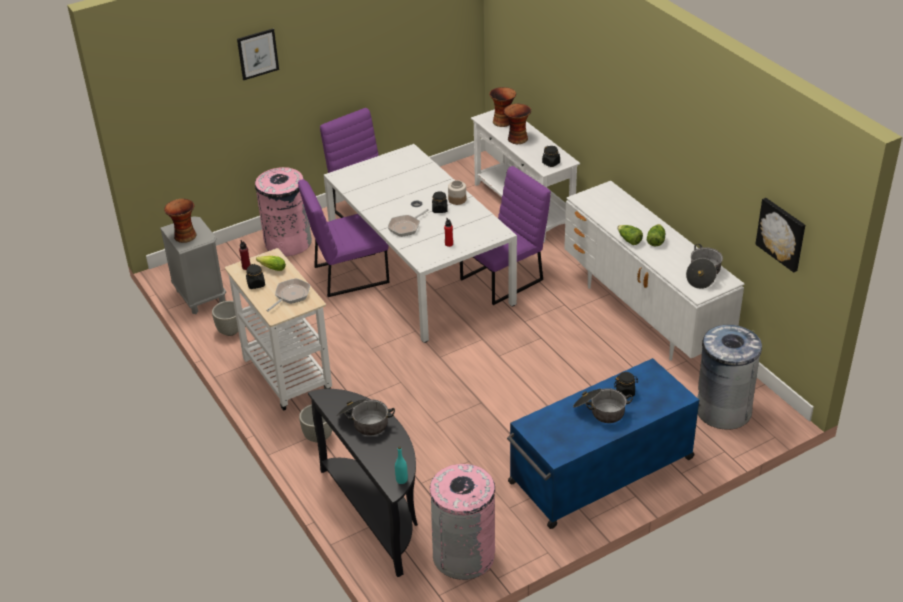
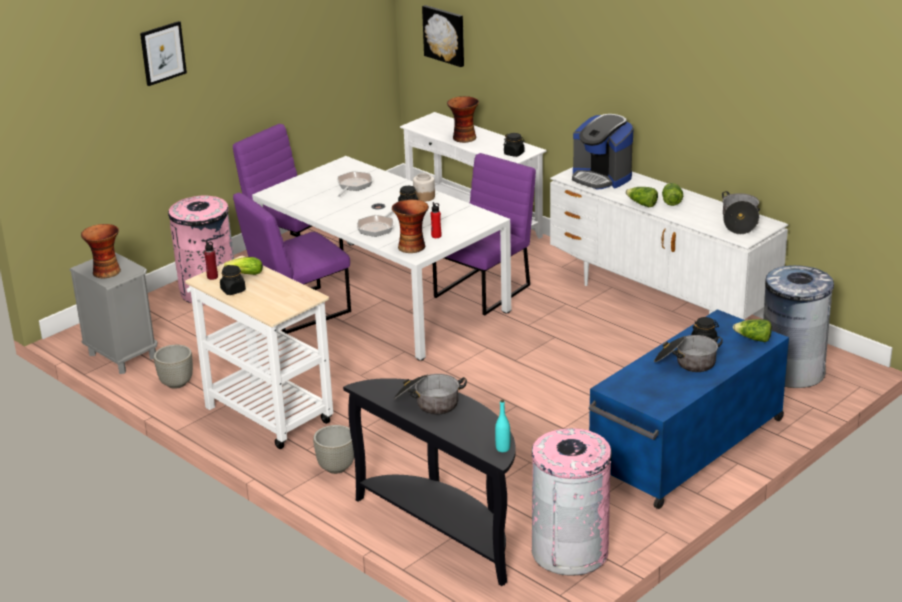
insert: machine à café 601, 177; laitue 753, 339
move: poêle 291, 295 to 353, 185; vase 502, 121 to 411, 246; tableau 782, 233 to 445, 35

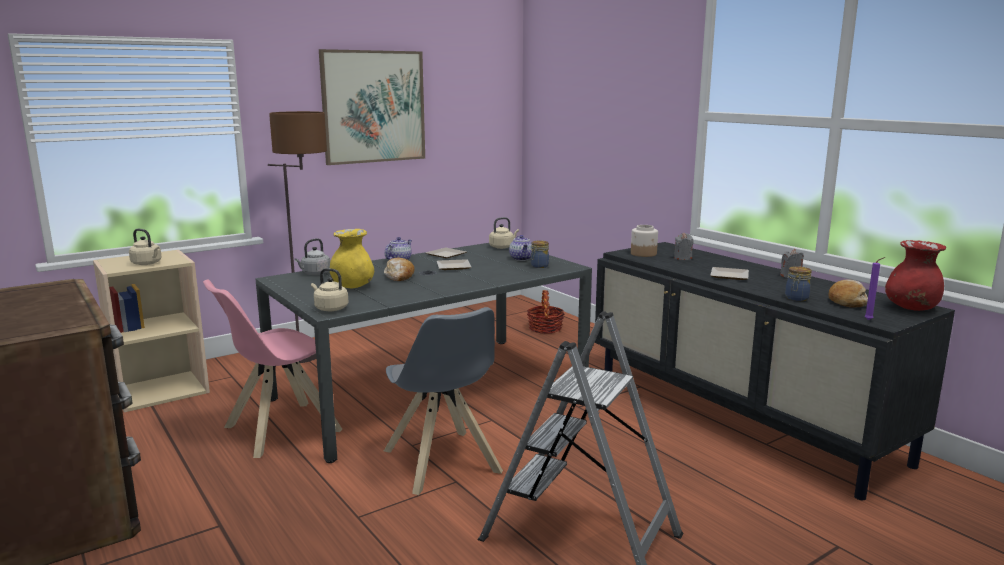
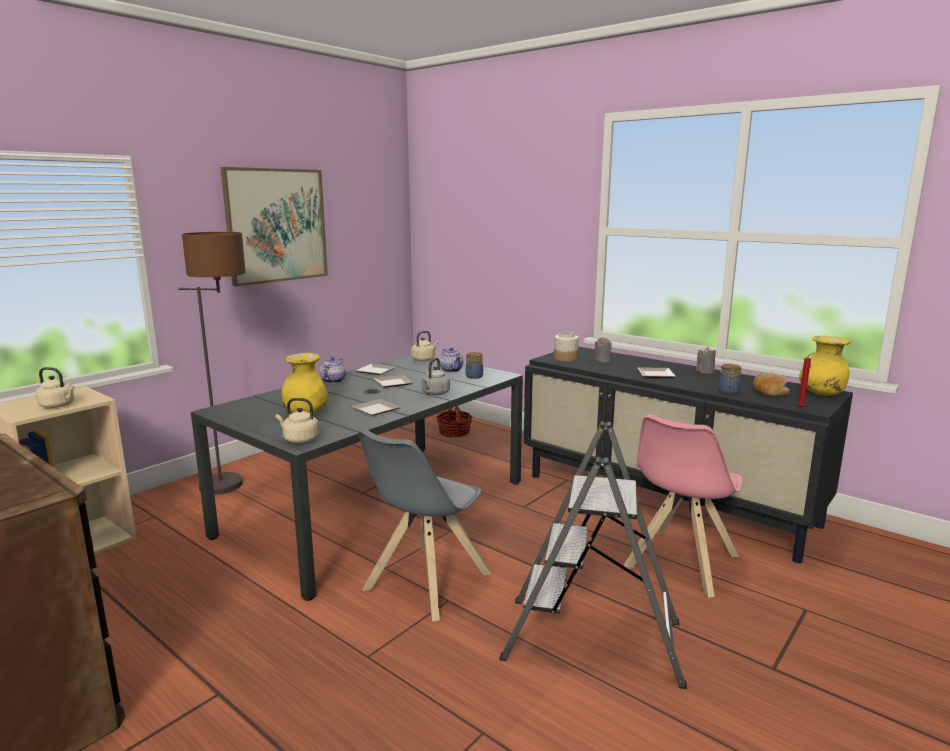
delete: pain 399, 276
insert: assiette 374, 410
move: bouilloire/gris 314, 274 to 435, 393; chaise/rose 279, 430 to 680, 563
recolor: bougie/violet 870, 320 to bougie/rouge 802, 407; vase/rouge 911, 308 to vase/jaune 822, 394
rotate: chaise/gris 442, 463 = 425, 583 75 degrees clockwise

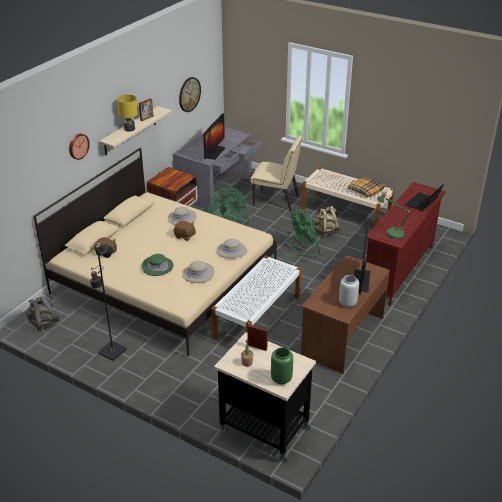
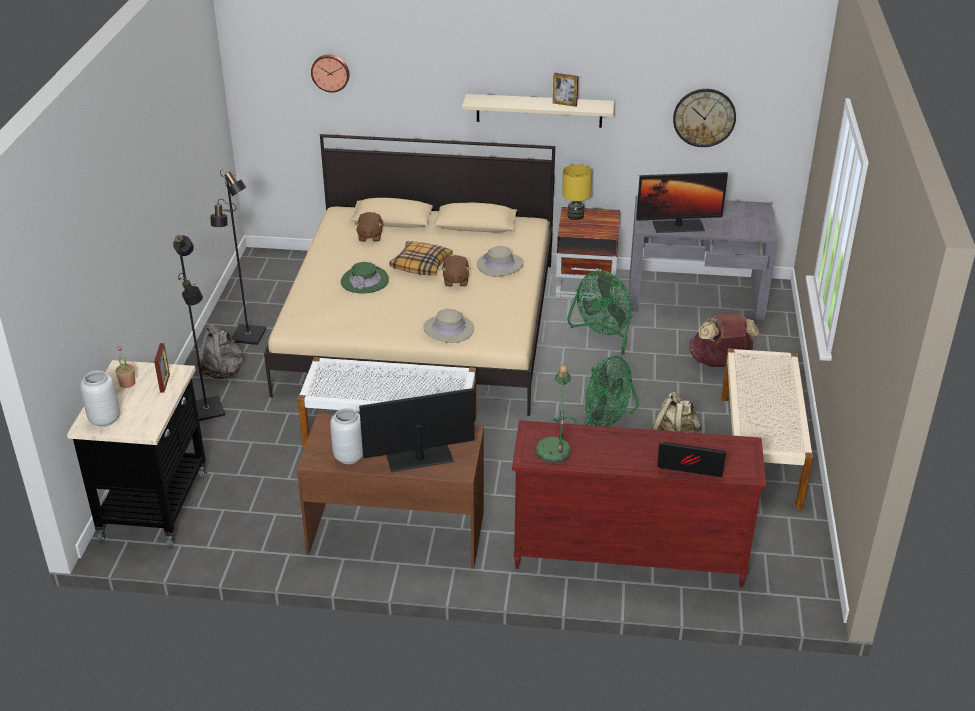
delete: chapeau/beige 198, 273
insert: lampadaire/noir 206, 410
move: sac à dos/gris 43, 323 to 223, 371; horloge murale 78, 146 to 330, 72; coussin 365, 190 to 421, 264; lampe de table/jaune 129, 129 to 575, 216
replace: chaise/beige 275, 200 to sac à dos/marron 719, 363
recolor: vase/vert 281, 378 to vase/gris 105, 419

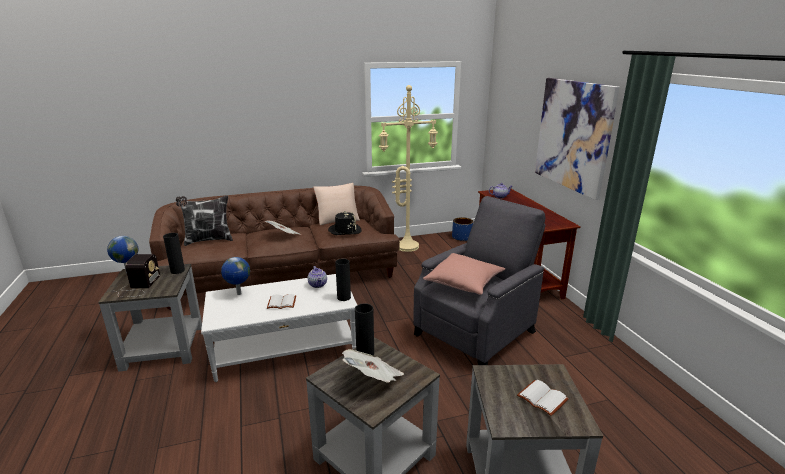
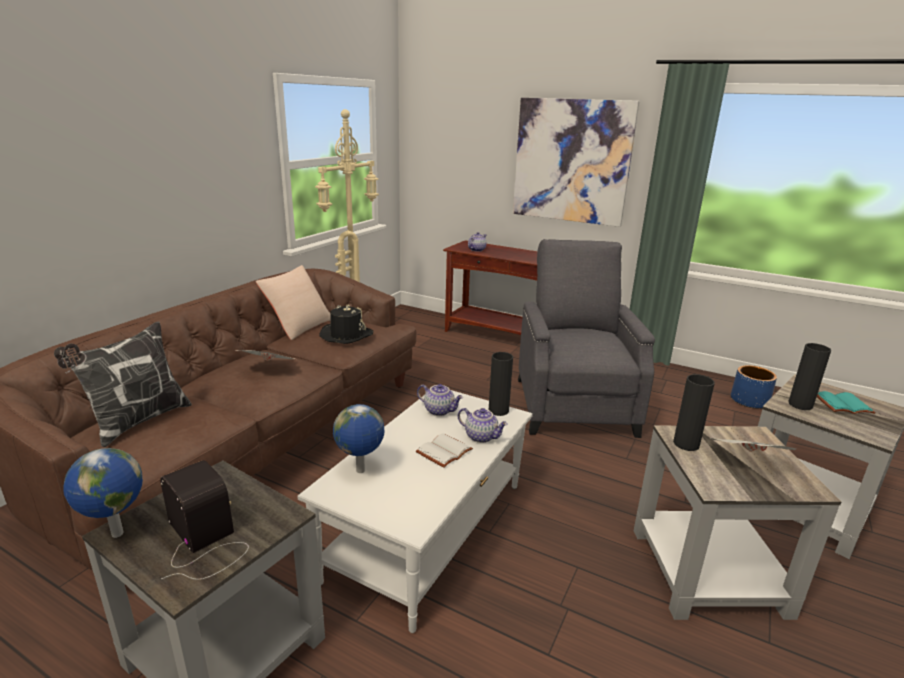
delete: coussin/rose 464, 283
insert: théière 481, 436
move: cache-pot/bleu 462, 237 to 749, 401; vase/noir 177, 271 to 800, 405
recolor: livre/blanc 541, 398 to livre/turquoise 843, 405

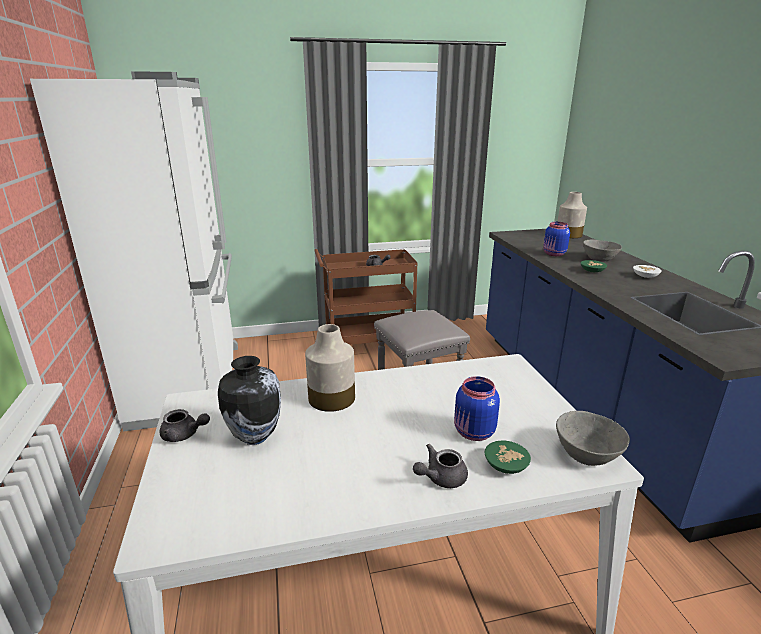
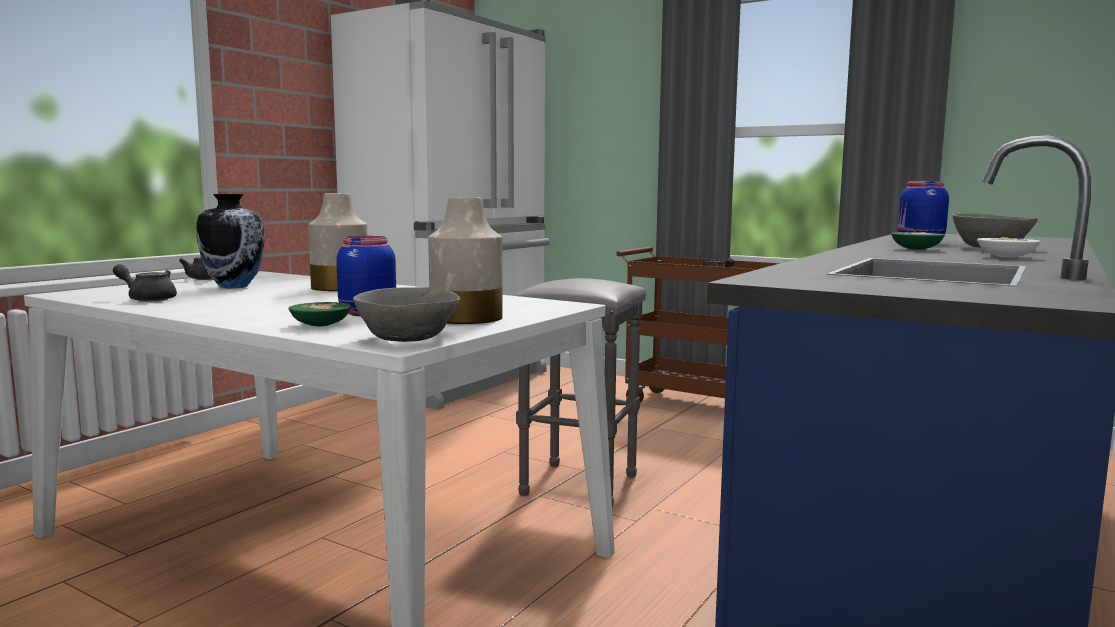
move: théière/gris 440, 478 to 148, 299; vase/beige 569, 235 to 466, 317

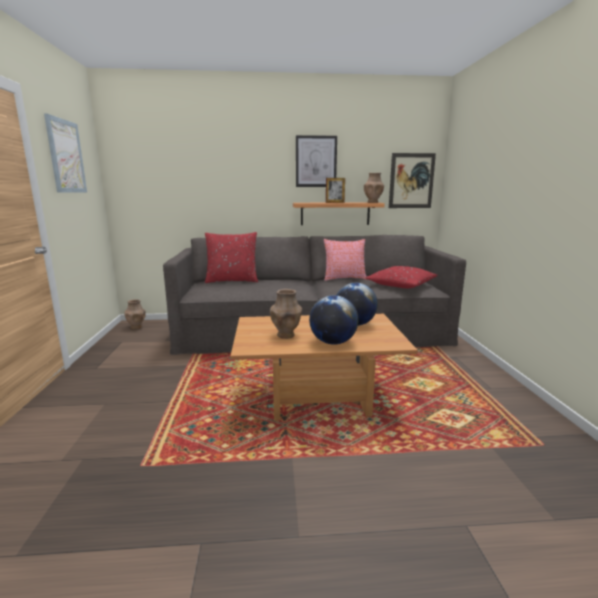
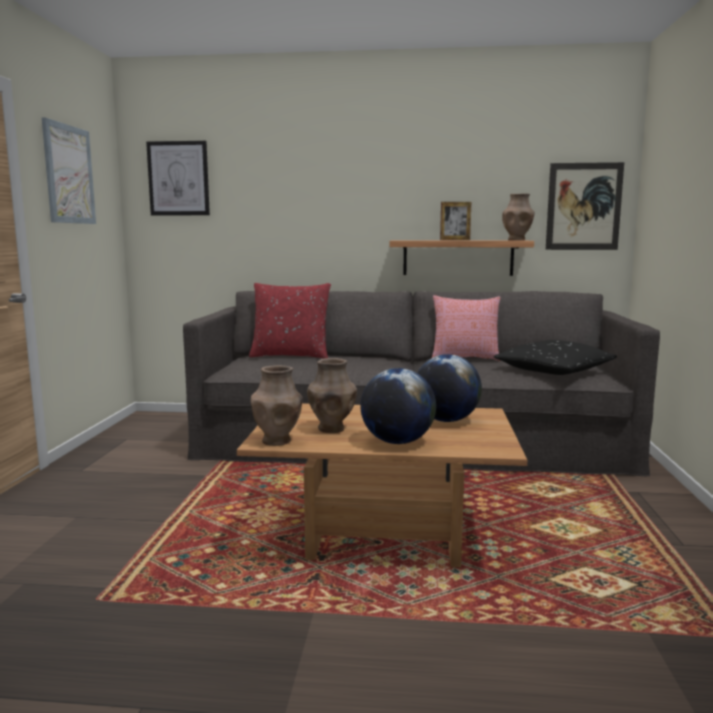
move: tableau 316, 161 to 178, 178; vase/marron 136, 327 to 277, 441
recolor: coussin/rouge 401, 285 to coussin/noir 553, 370

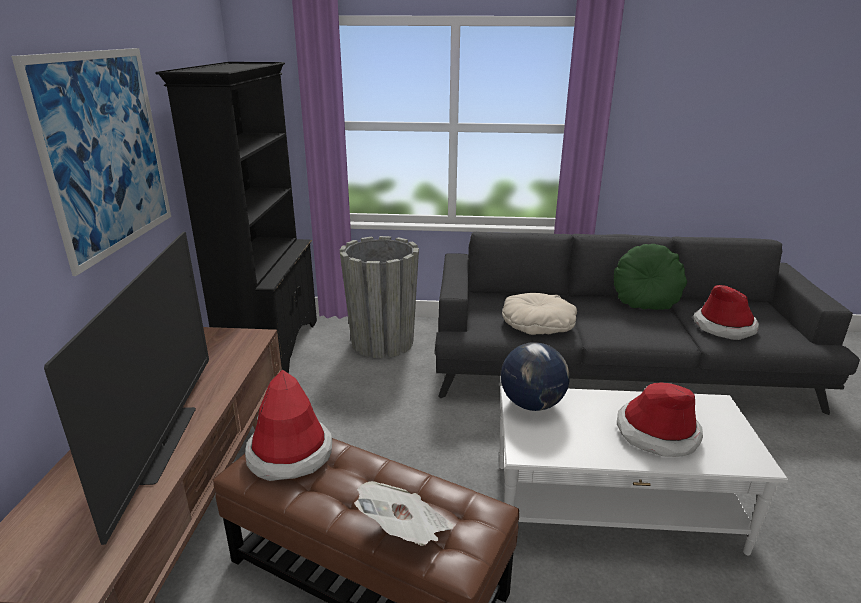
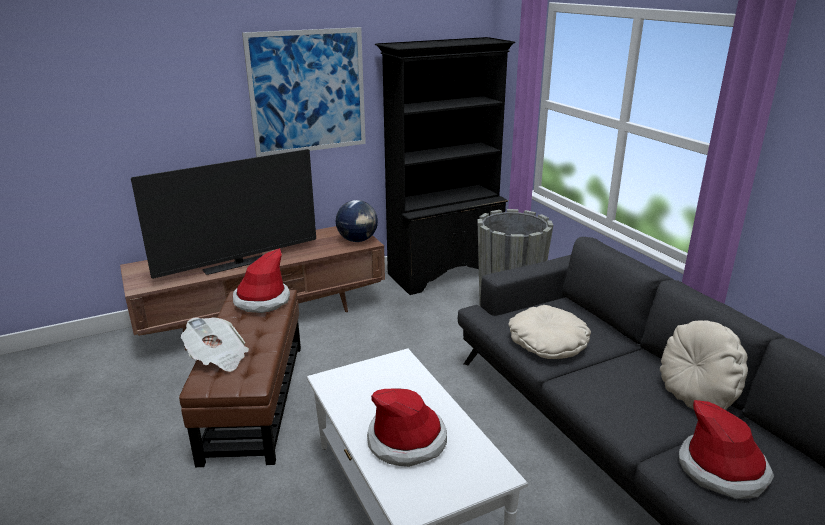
move: globe 532, 404 to 357, 240
recolor: coussin/vert 644, 305 to coussin/beige 694, 399

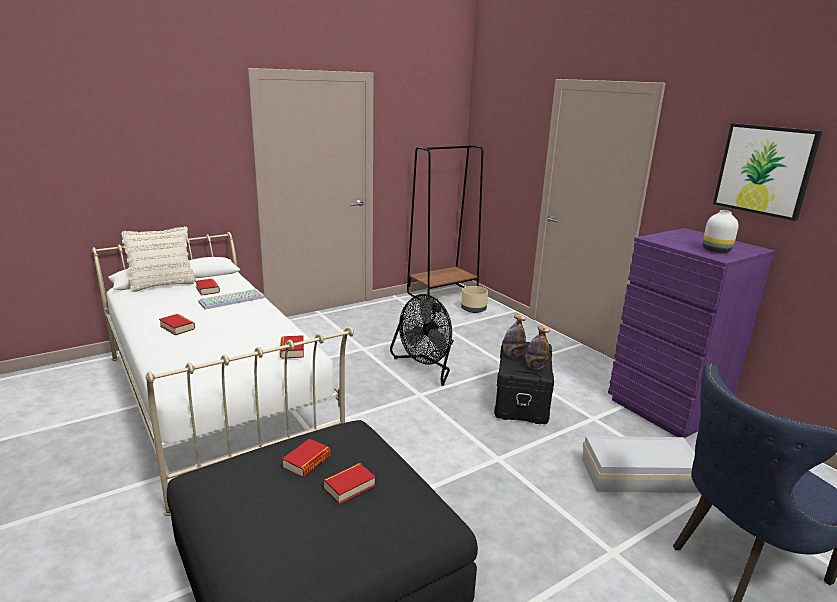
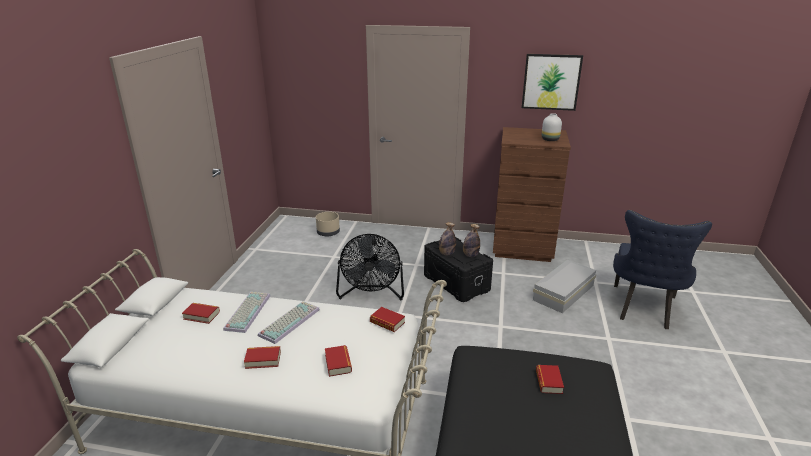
delete: coussin/beige 163, 285; portant 442, 294
insert: clavier 289, 321
move: livre 307, 462 to 338, 363
recolor: commode/violet 667, 409 to commode/marron 523, 247

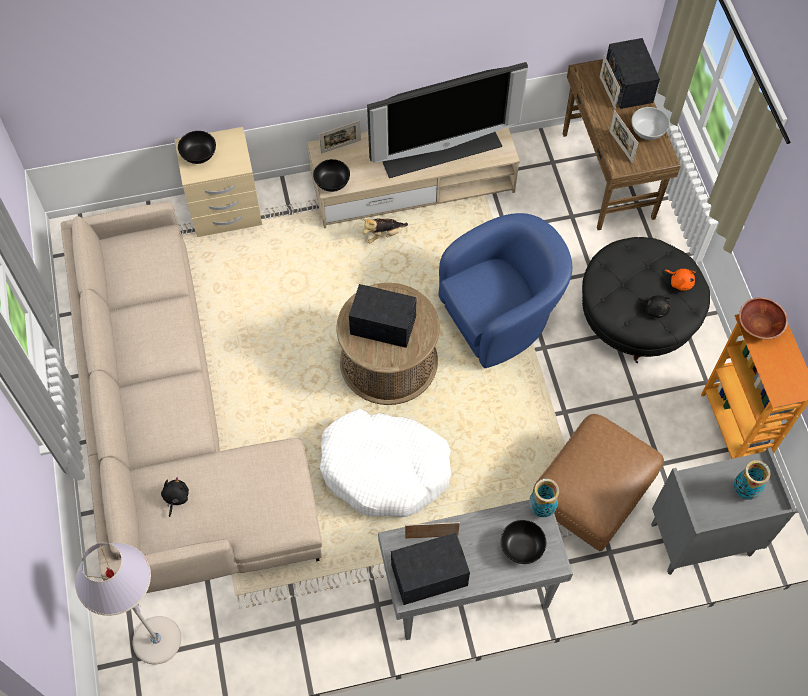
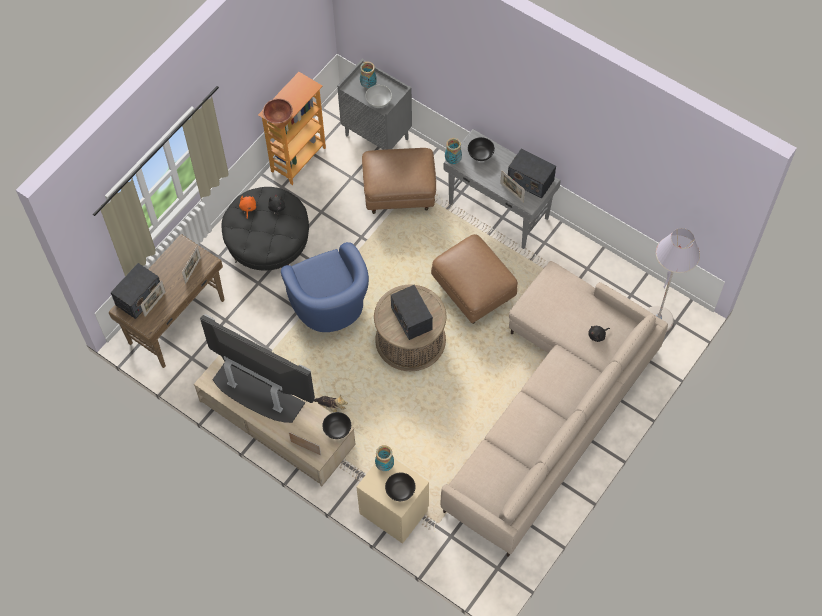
insert: vase 384, 465
move: bol/blanc 647, 132 to 379, 102
replace: panier pour chien/blanc 384, 469 to pouf/marron 474, 293
rotate: fauteuil/bleu 500, 317 = 330, 307 135 degrees counterclockwise

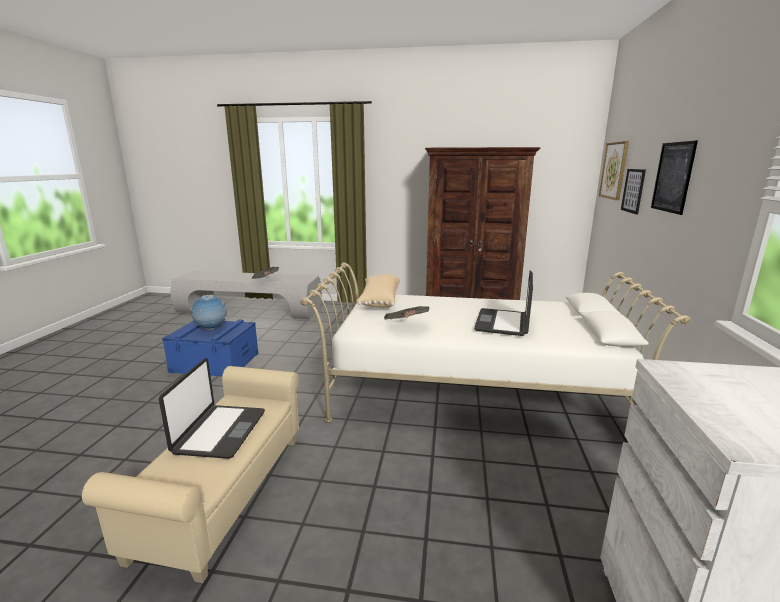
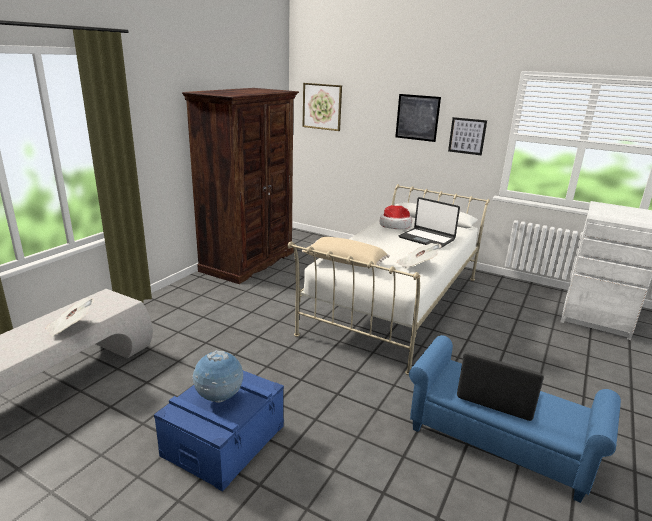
insert: chapeau 395, 225
move: tableau 633, 190 to 467, 136
recolor: pouf/beige 223, 492 to pouf/bleu 498, 442

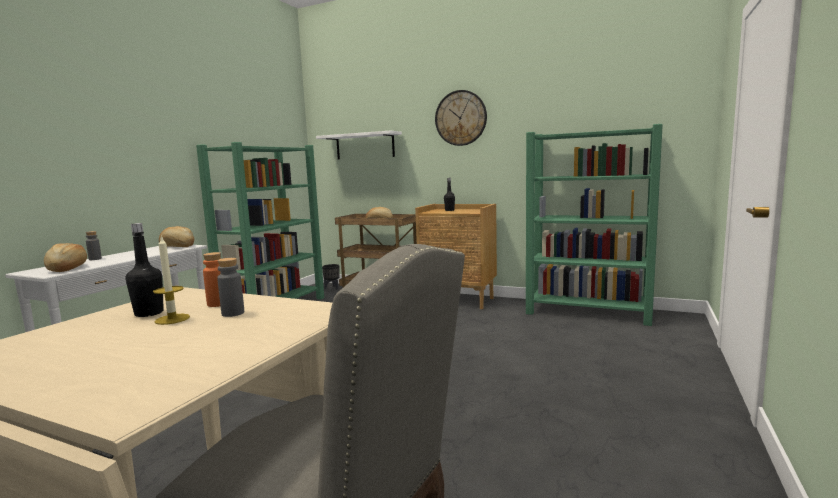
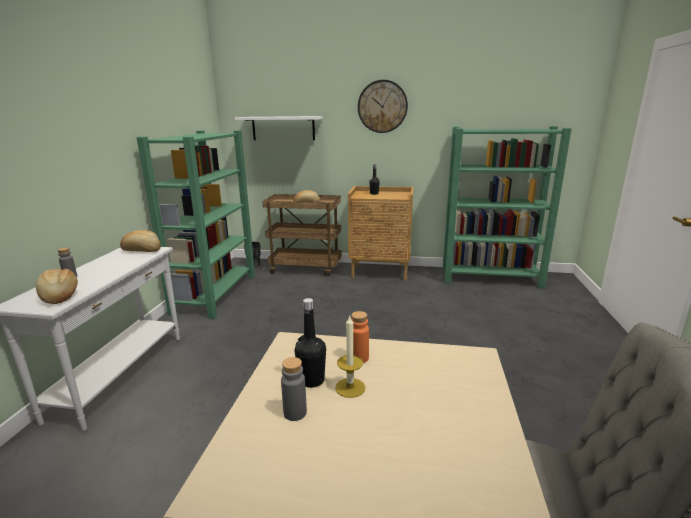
move: bouteille/gris 233, 313 to 295, 413

